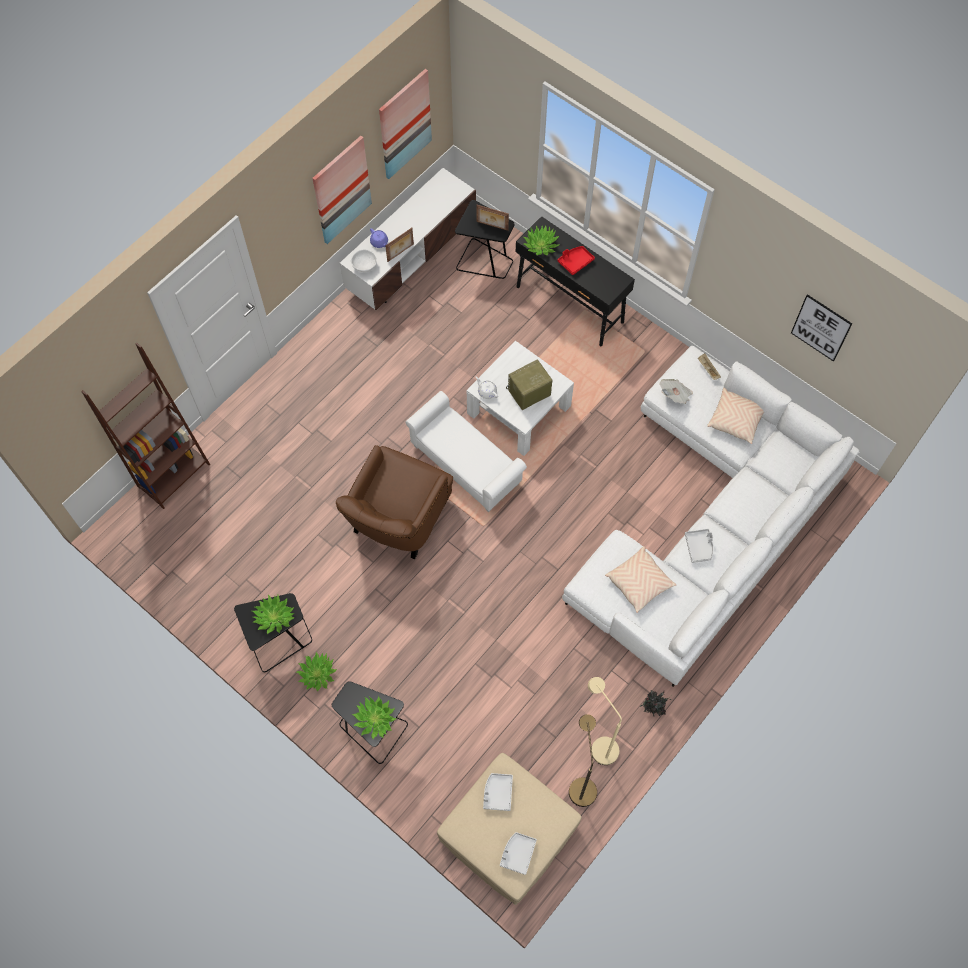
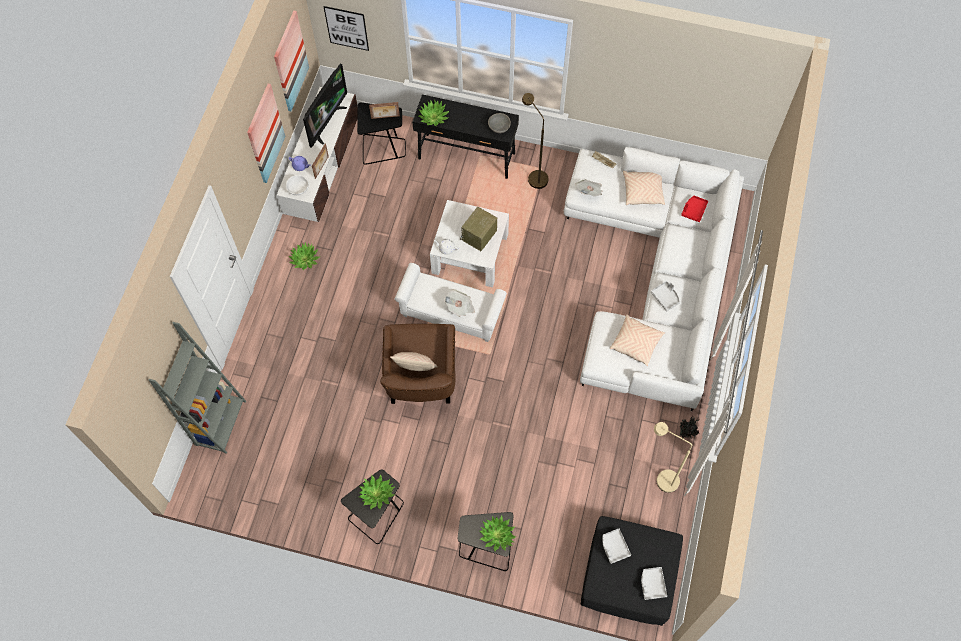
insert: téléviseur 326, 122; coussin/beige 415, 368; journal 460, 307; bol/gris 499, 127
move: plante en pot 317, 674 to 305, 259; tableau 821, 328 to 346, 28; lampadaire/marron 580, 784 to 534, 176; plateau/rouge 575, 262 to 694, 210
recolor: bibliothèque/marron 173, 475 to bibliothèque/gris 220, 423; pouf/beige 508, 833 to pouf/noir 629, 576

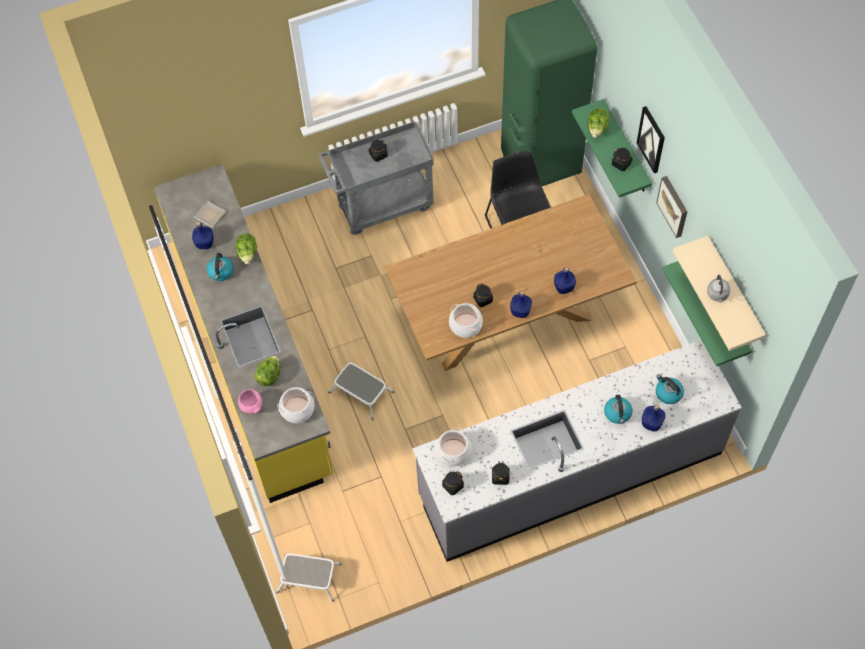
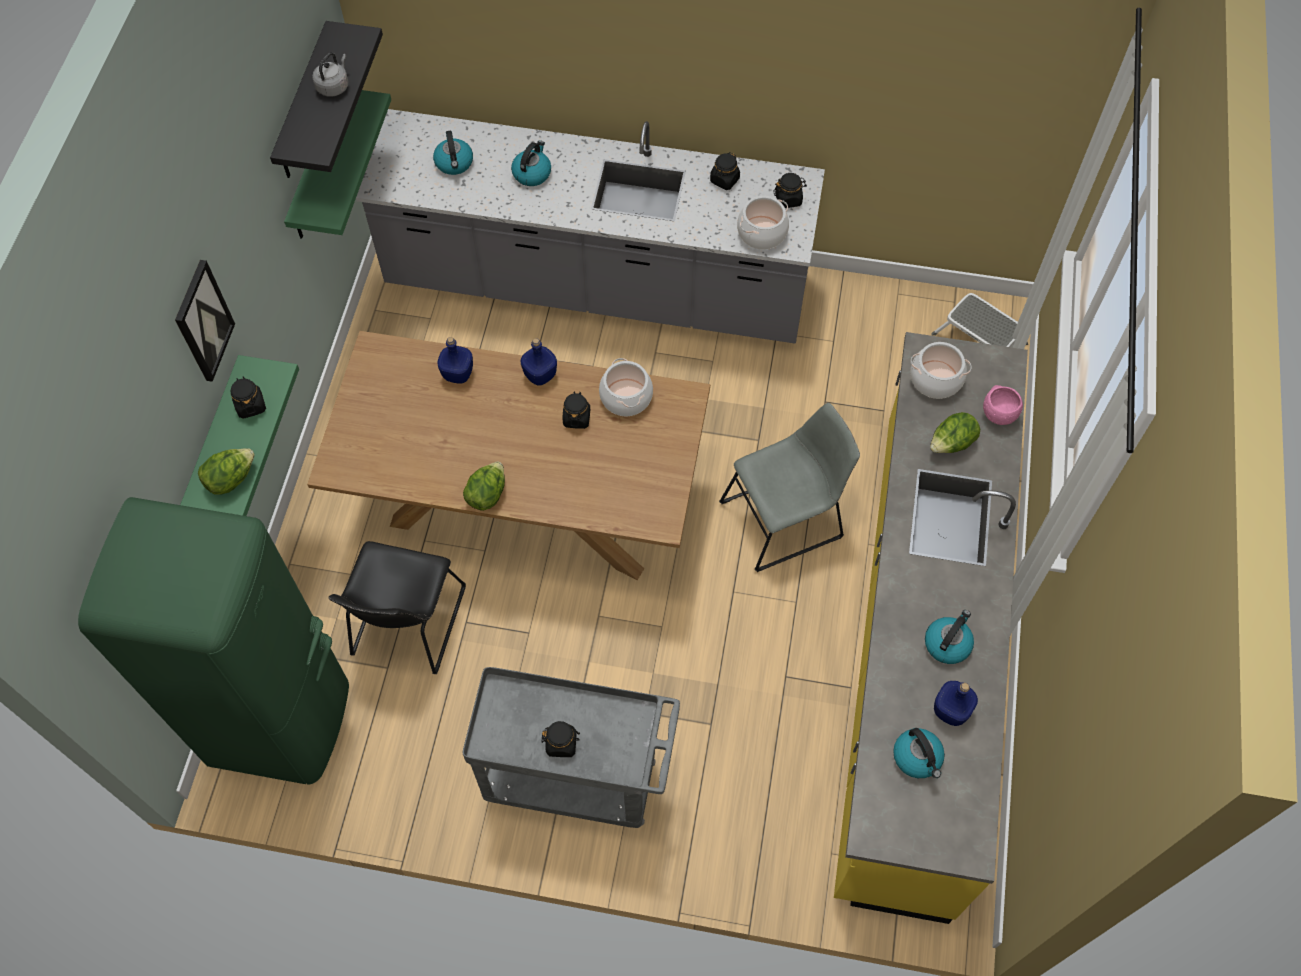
delete: bouteille/bleu 651, 424; tableau 674, 206
move: laitue 247, 254 to 487, 494
replace: escabeau/gris 361, 392 to chaise/gris 786, 518; assiette 210, 216 to bouilloire 917, 757
recolor: étagère/beige 733, 292 to étagère/noir 304, 104

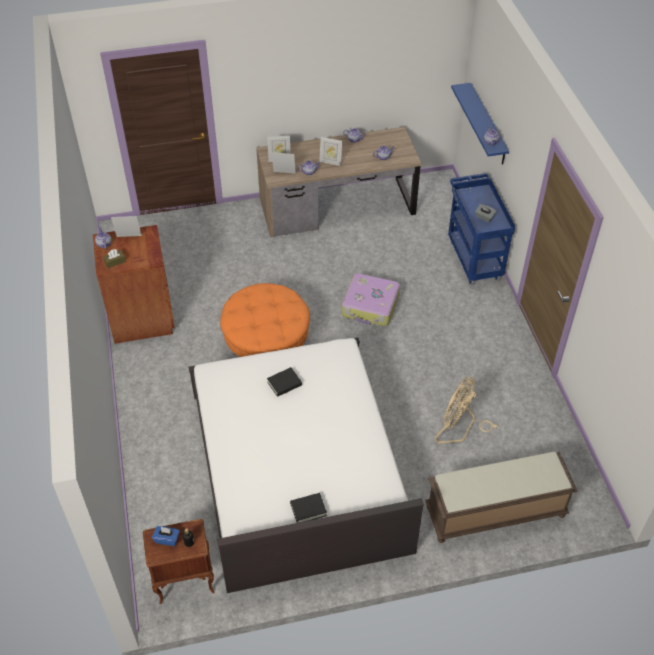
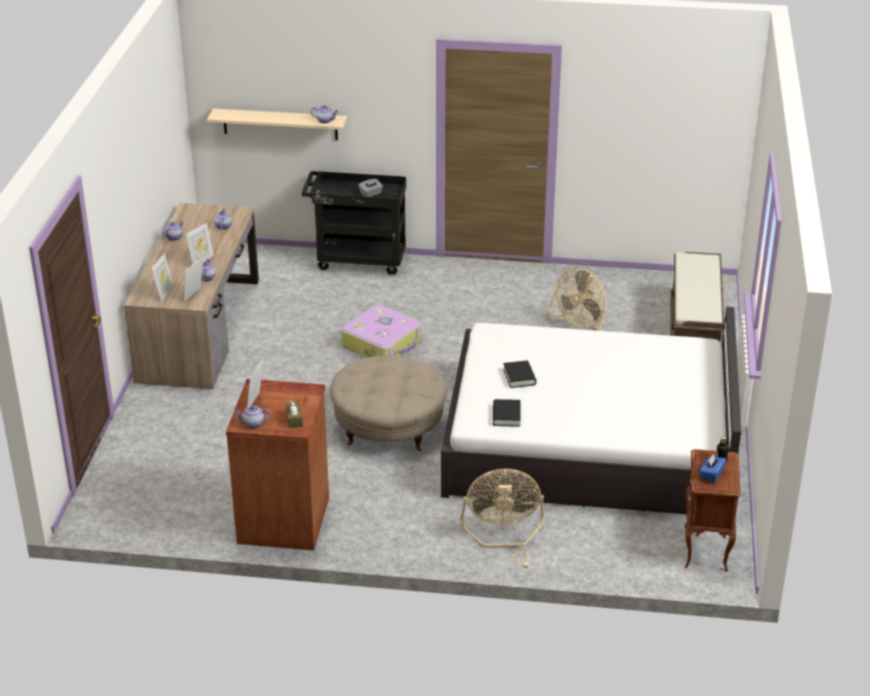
insert: ventilateur/beige 506, 539
move: livre/noir 308, 509 to 506, 416
recolor: étagère/bleu 488, 124 to étagère/beige 280, 124; chariot/bleu 473, 259 to chariot/noir 357, 264; pouf/orange 266, 341 to pouf/beige 389, 427

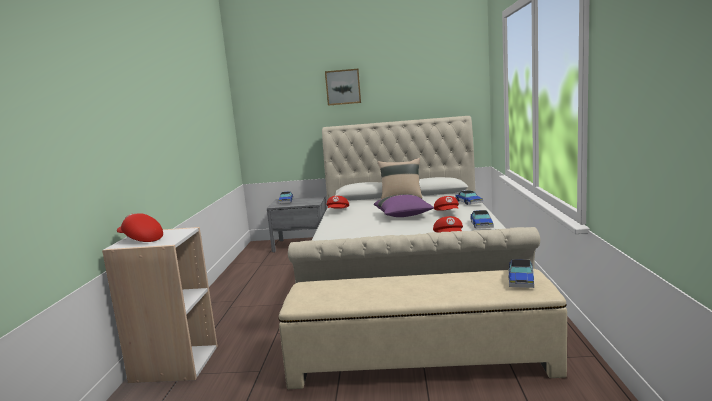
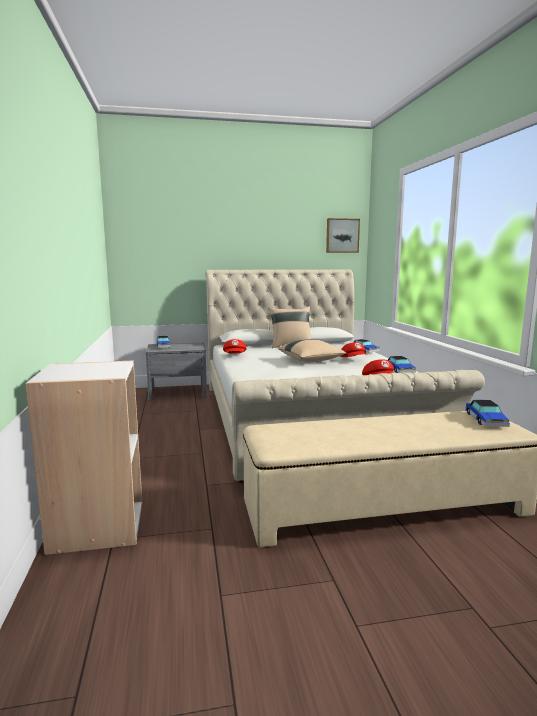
delete: casquette/rouge 140, 239
move: tableau 343, 87 to 342, 235
recolor: coussin/violet 403, 216 to coussin/beige 311, 361

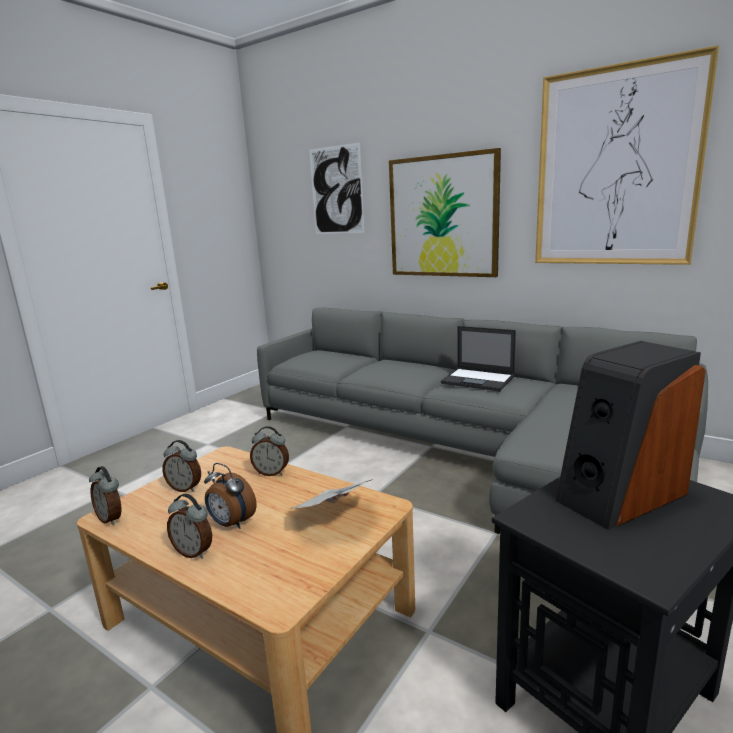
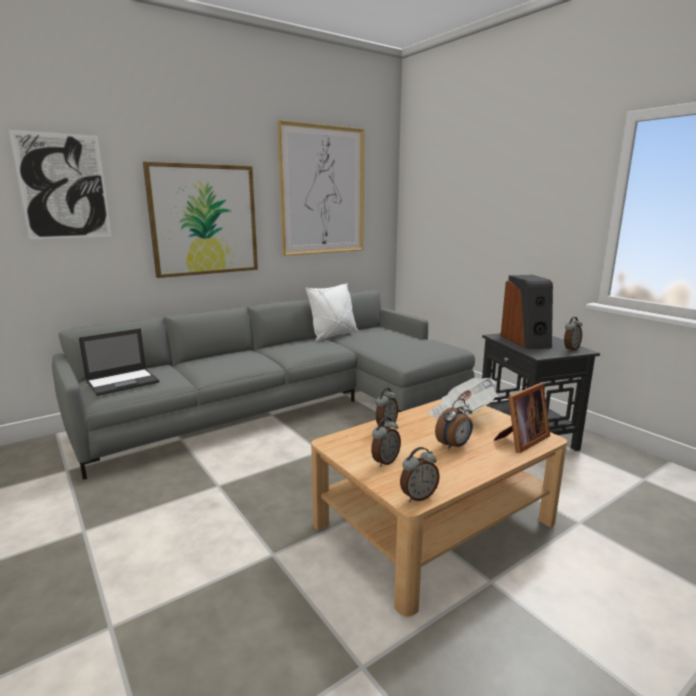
insert: coussin/blanc 333, 336; cadre photo 521, 441
move: ordinateur portable 479, 380 to 123, 382; réveil 194, 552 to 570, 349

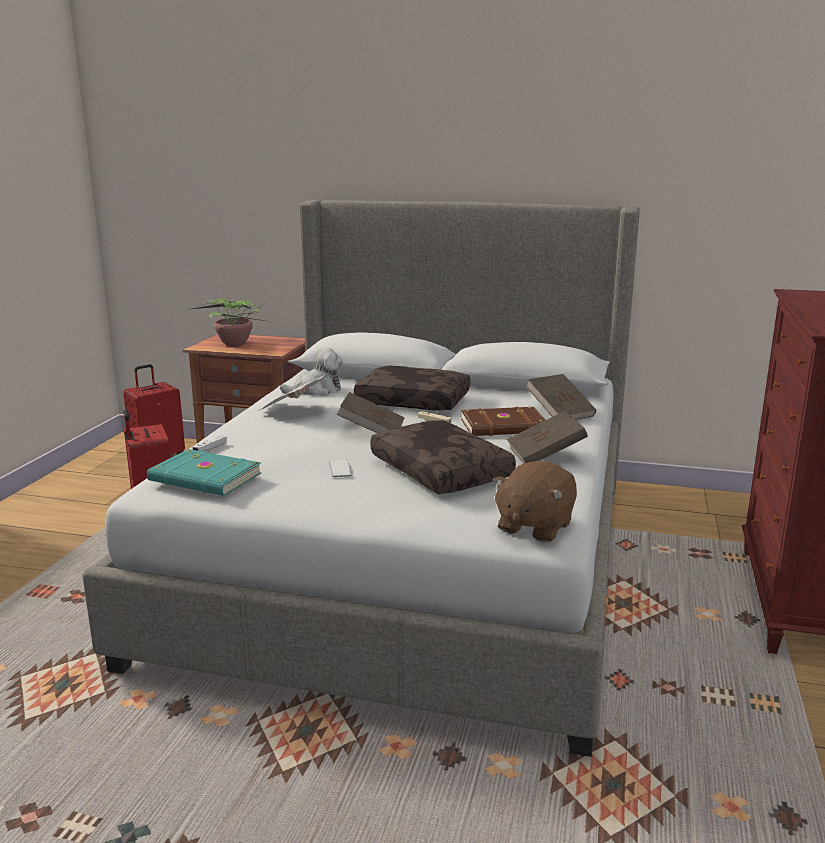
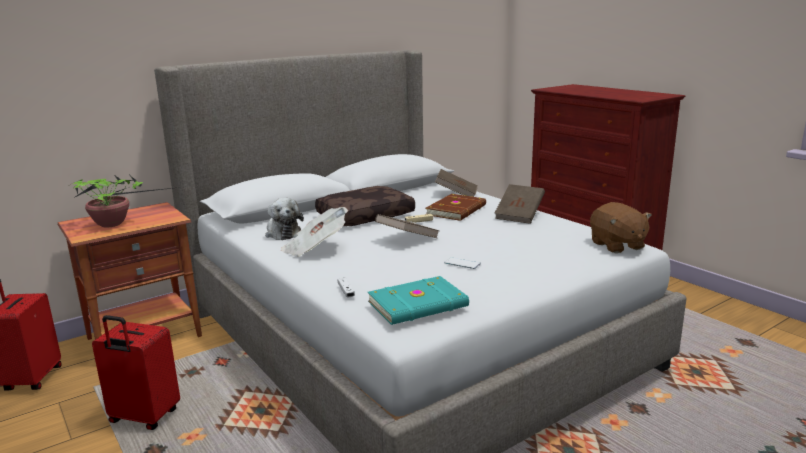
delete: coussin/marron 443, 471
rotate: peluche 316, 390 = 282, 233 135 degrees clockwise

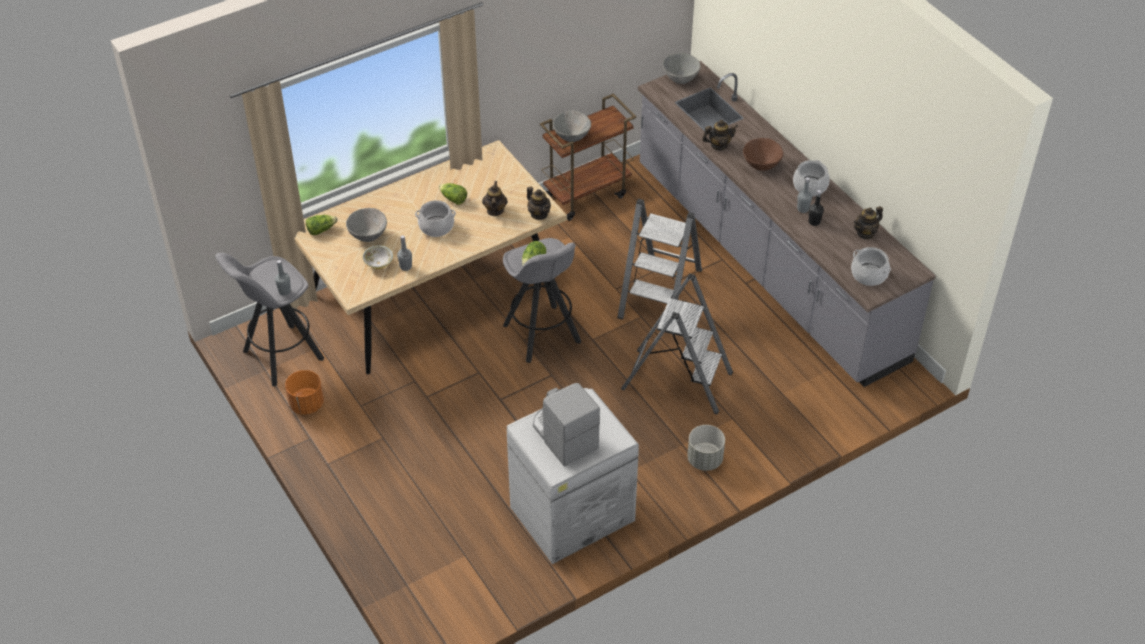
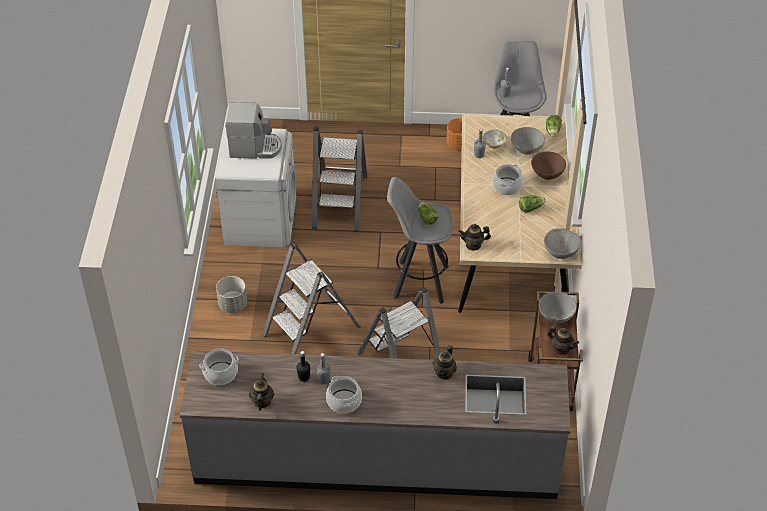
insert: escabeau/gris 340, 201
move: bol/marron 761, 166 to 547, 175; bol/gris 680, 79 to 560, 253; théière 495, 210 to 561, 348

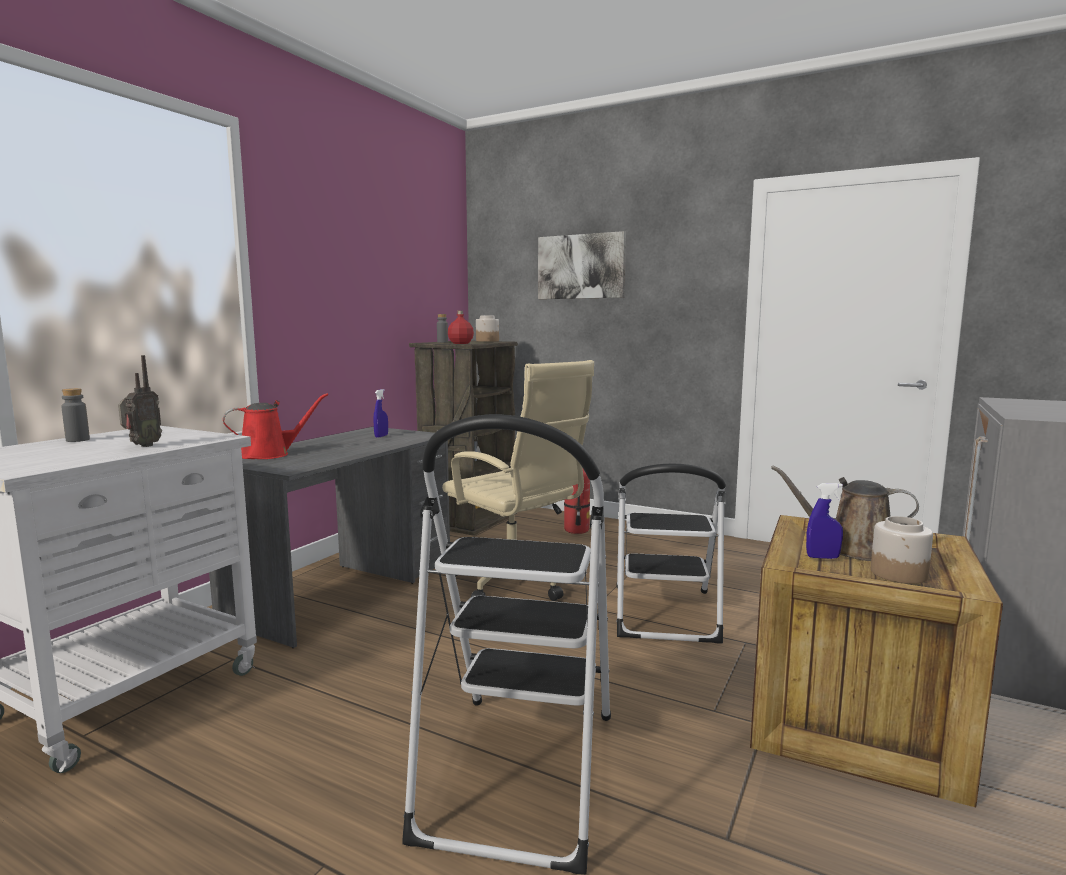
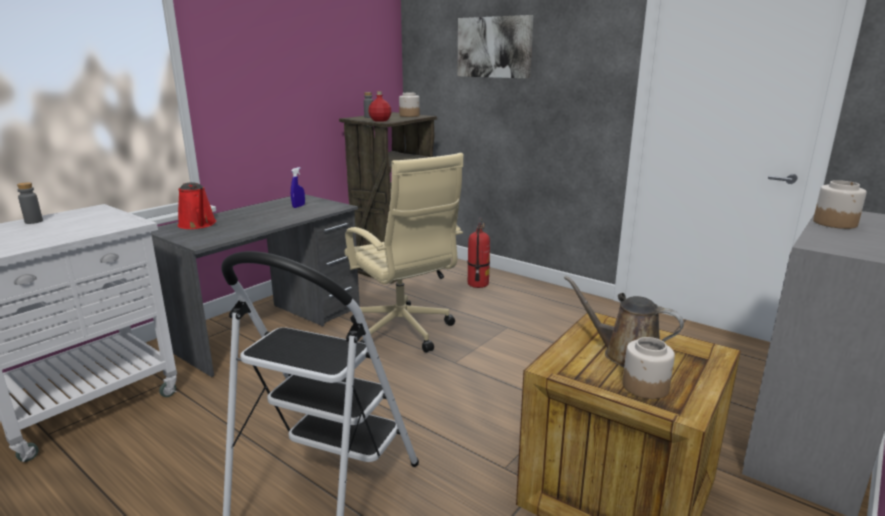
delete: radio 141, 446; escabeau 664, 615; vaporisateur/bleu 822, 557
insert: bocal 835, 223
rotate: arrosoir/rouge 269, 454 = 198, 225 75 degrees clockwise

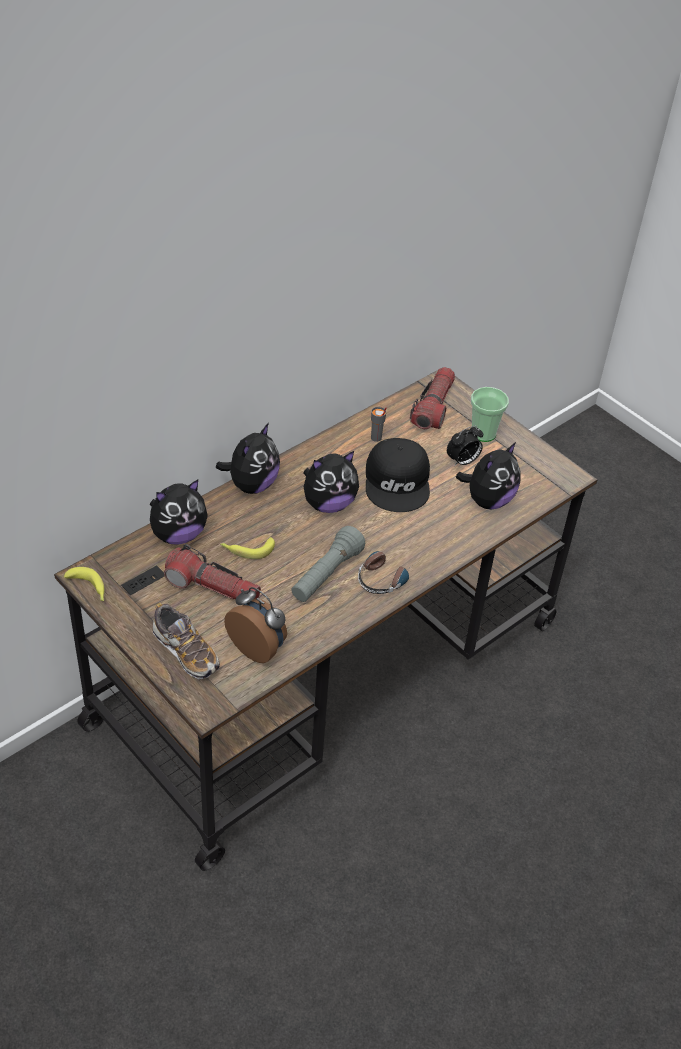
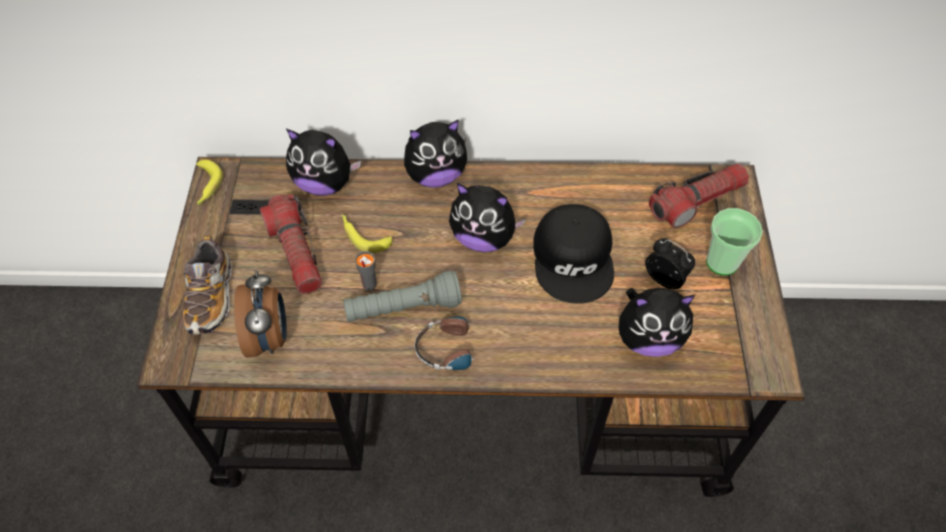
move: tasse/gris 376, 438 to 369, 285
rotate: casquette/noir 398, 482 = 574, 259 45 degrees counterclockwise; réveil 462, 462 = 665, 279 150 degrees counterclockwise

